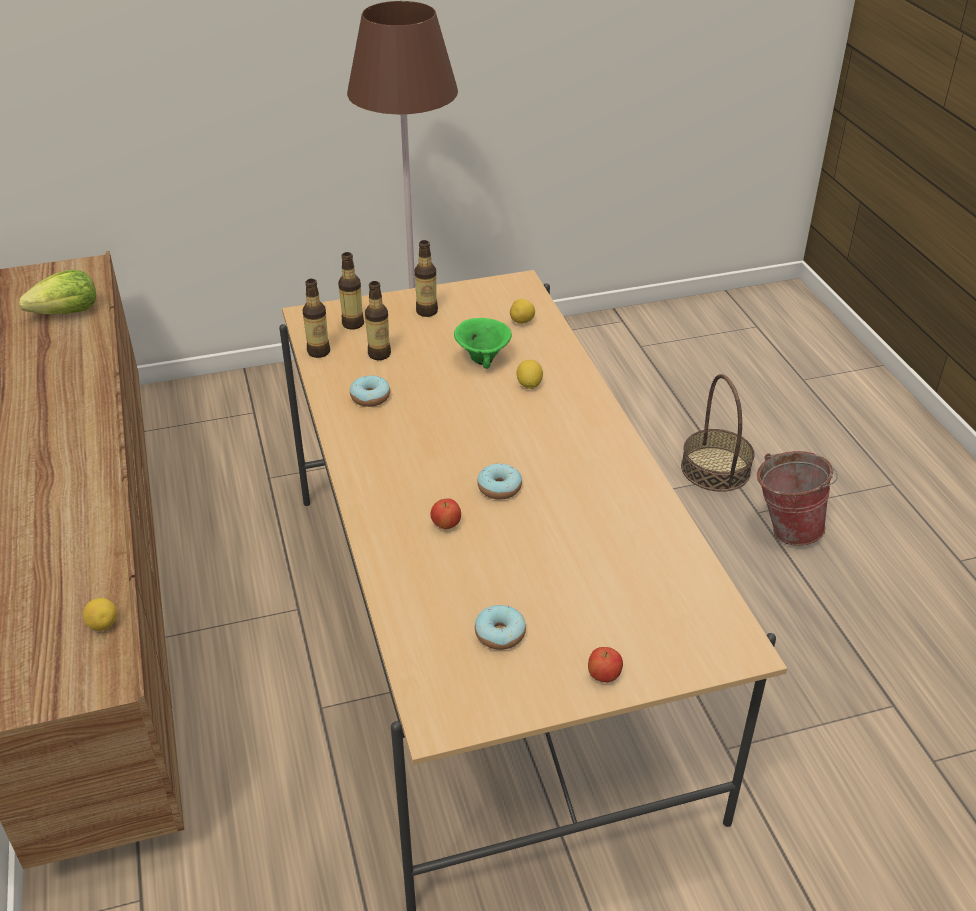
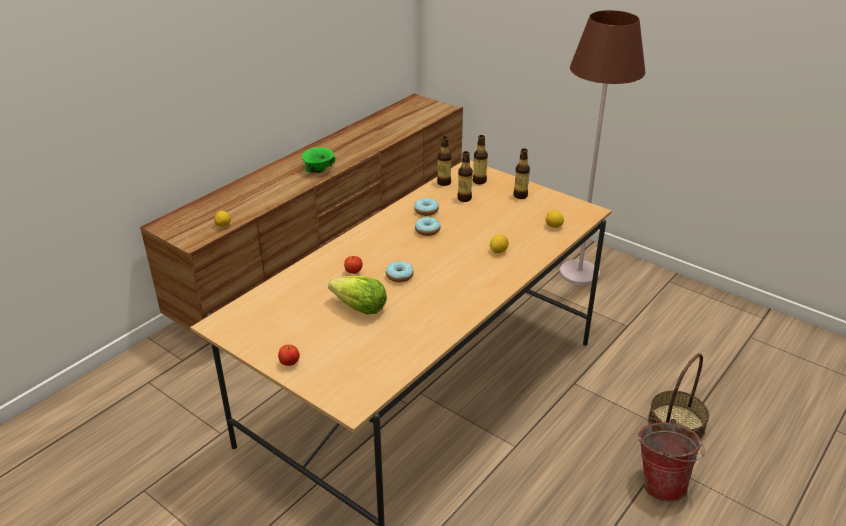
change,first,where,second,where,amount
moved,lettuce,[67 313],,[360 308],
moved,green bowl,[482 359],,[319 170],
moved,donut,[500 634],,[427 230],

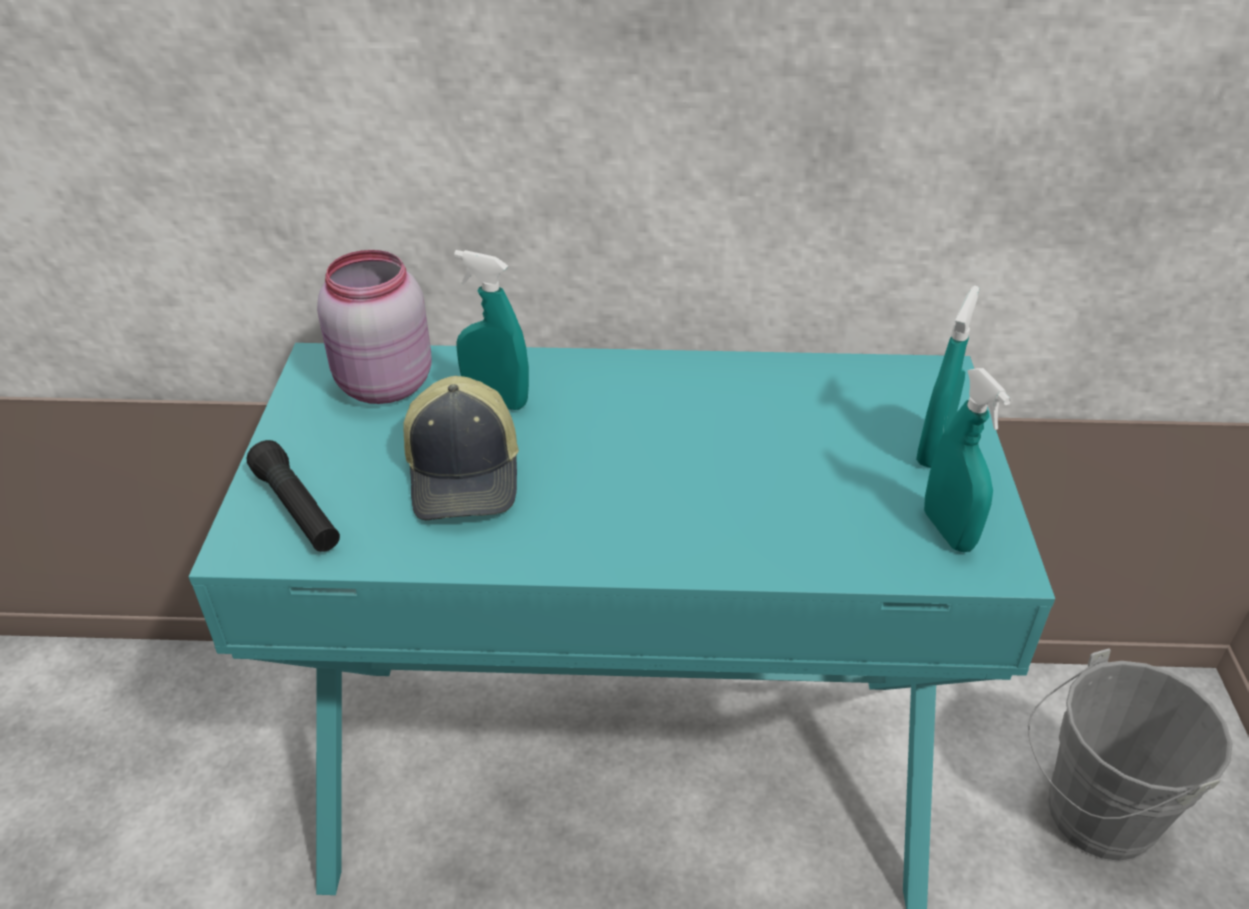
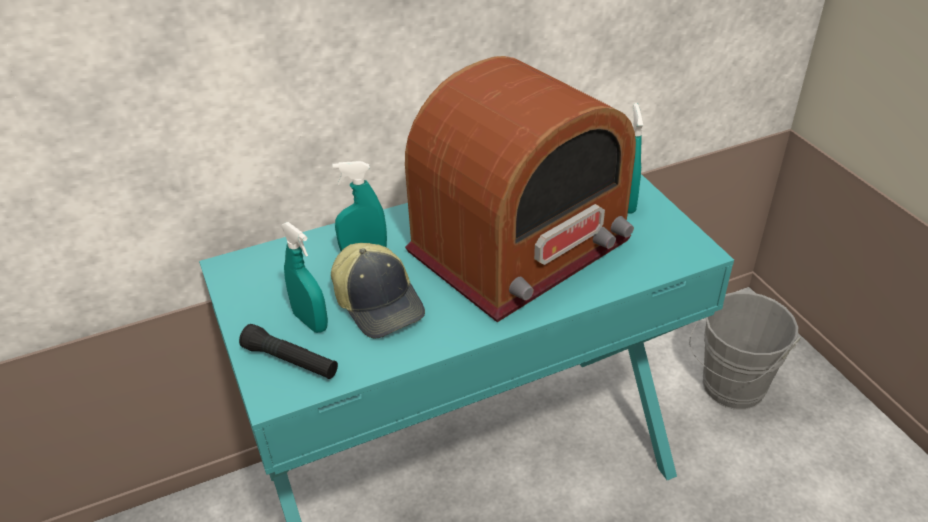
change,first,where,second,where,amount
removed,pink jar,[382 385],,,
moved,turquoise spray bottle,[948 531],,[311 322],
added,,,radio,[520 247],

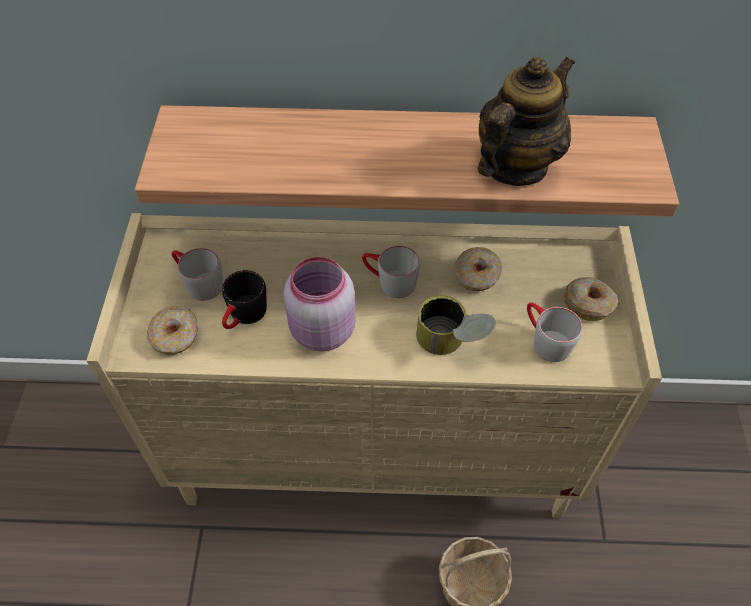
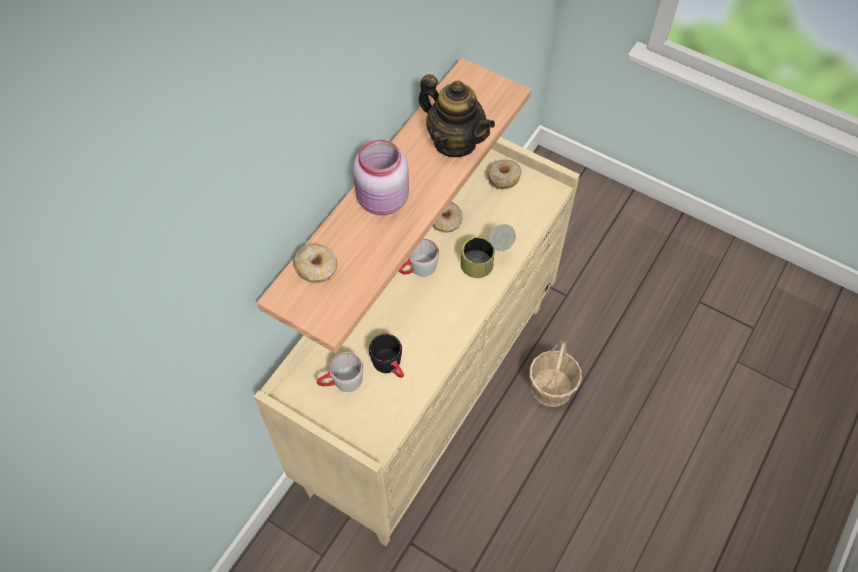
change,first,where,second,where,amount
turned,teapot,[514 166],,[455 142],150 degrees clockwise
moved,pink jar,[320 331],,[382 201],
removed,grey mug,[545 340],,,
moved,donut,[175 336],,[316 268],

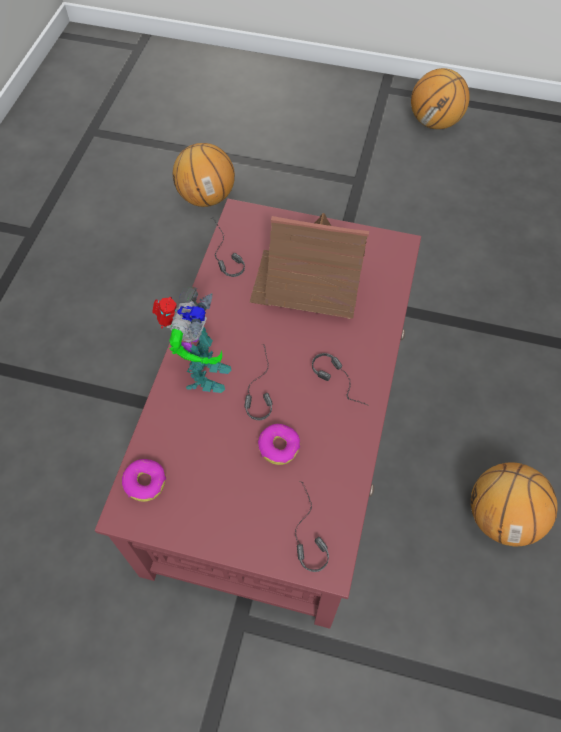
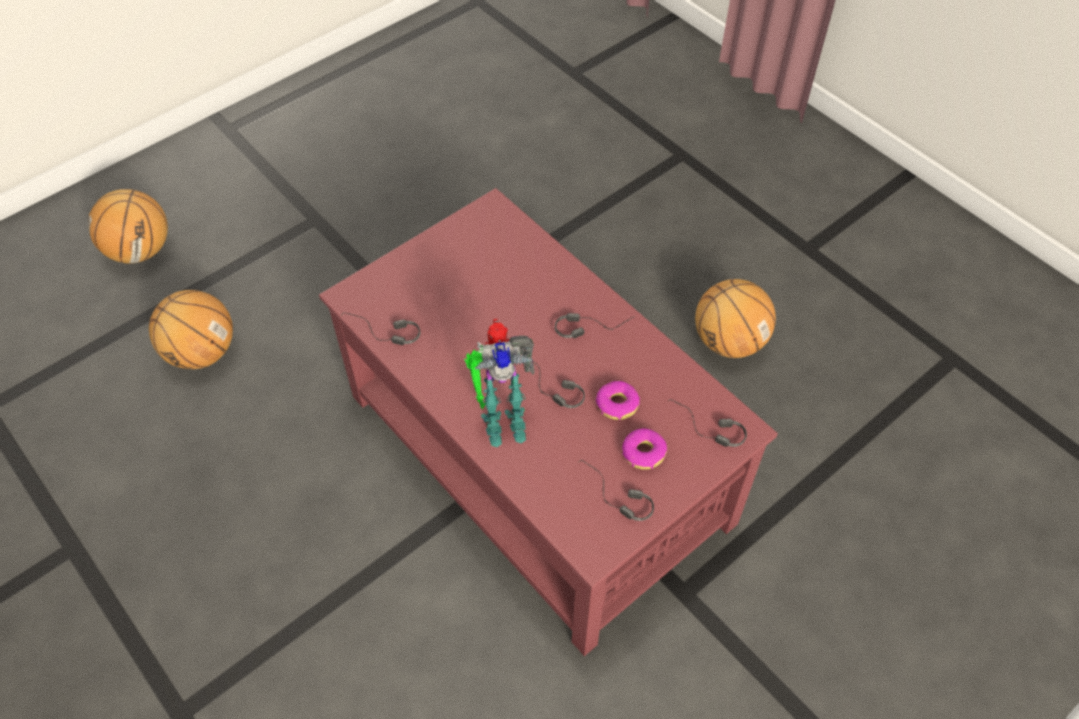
change,first,where,second,where,amount
moved,basketball,[434 122],,[140 250],
removed,toy house,[308 284],,,
turned,toy robot,[202 376],,[502 421],120 degrees clockwise
moved,donut,[145 482],,[643 452],
added,,,headphones,[612 497],

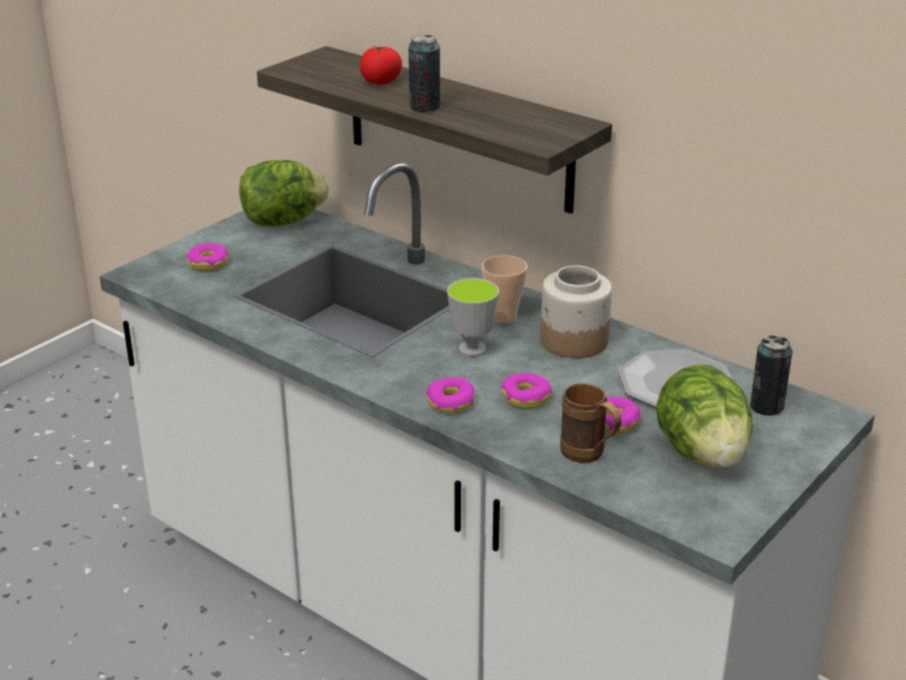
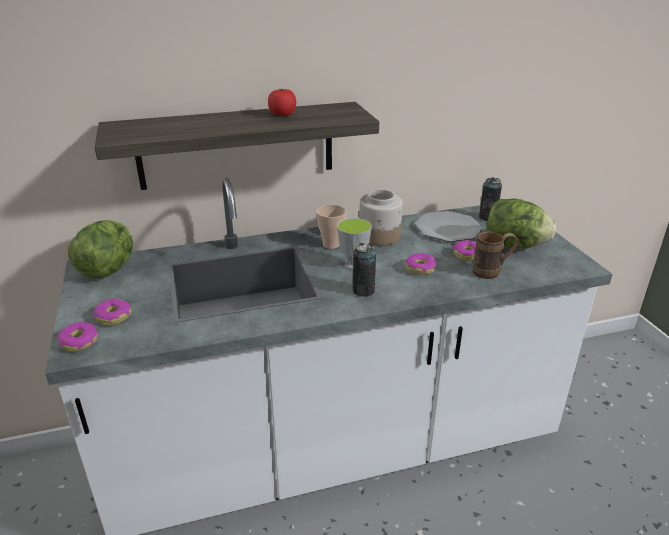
change,first,where,second,where,amount
moved,can,[424 107],,[363 291],
moved,tomato,[381 81],,[282 114],
moved,donut,[450 402],,[79 342],

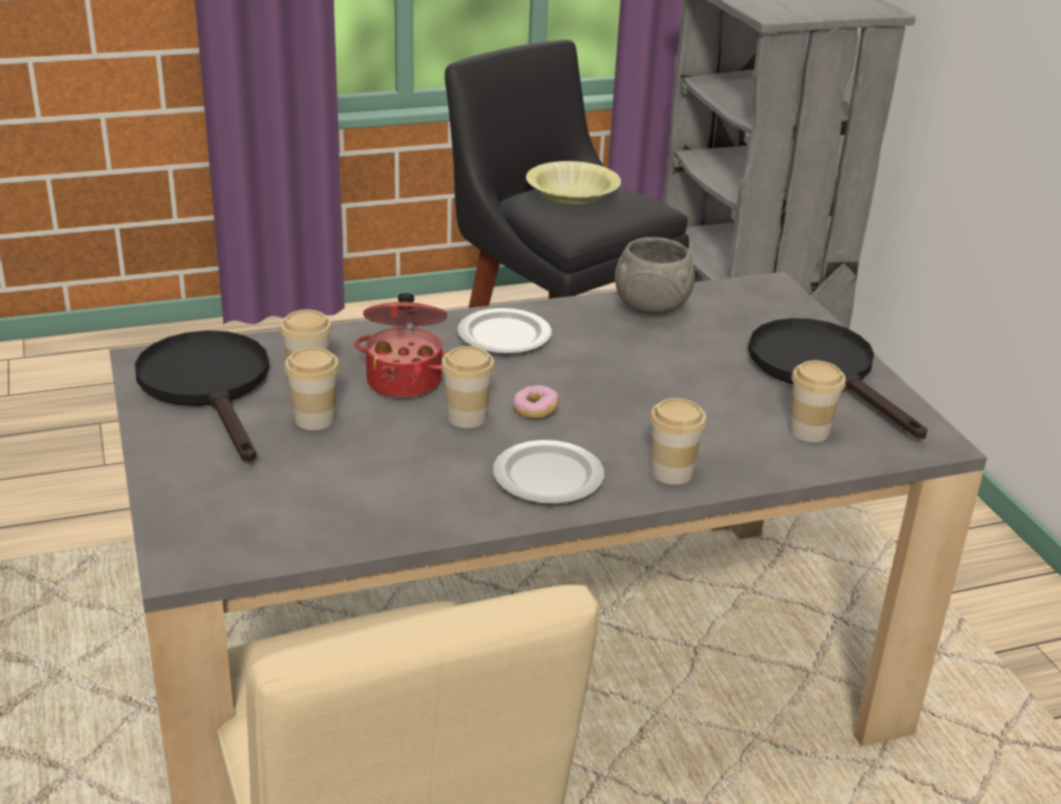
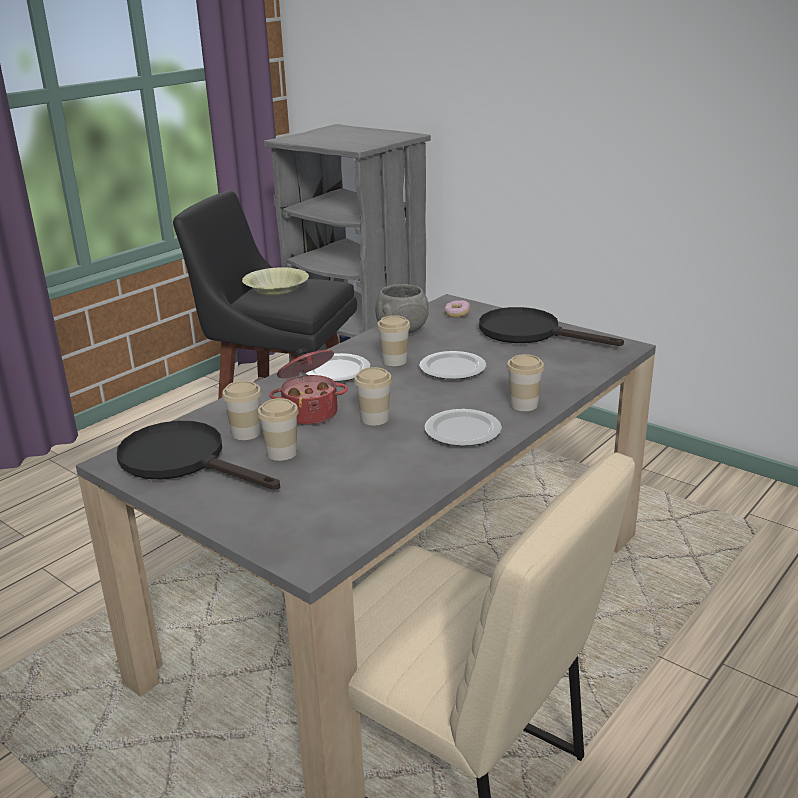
change,first,where,second,where,amount
moved,cup,[809 431],,[394 361],
moved,donut,[535 411],,[457 314],
added,,,plate,[452 369],

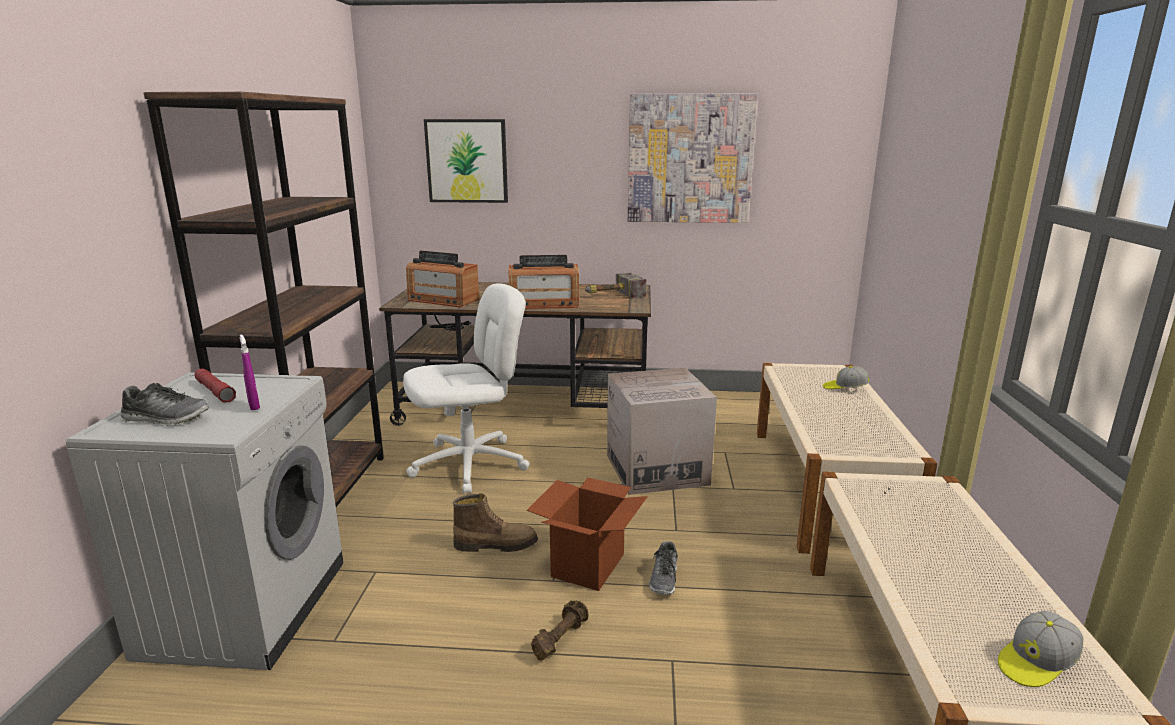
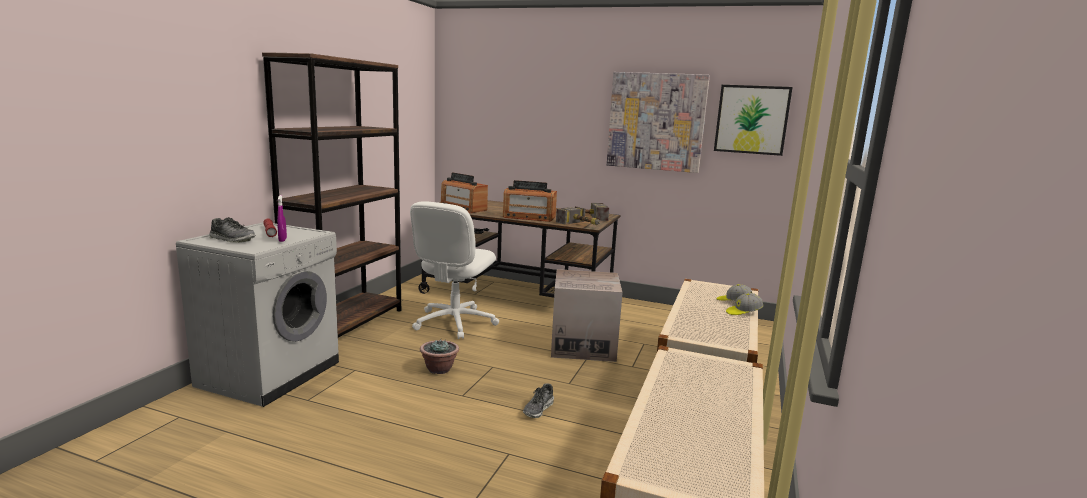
change,first,where,second,where,amount
moved,picture,[467 161],,[751 119],
turned,white office chair,[469 464],,[454 322],120 degrees clockwise
removed,cardboard box,[588 565],,,
replaced,boot,[496 544],potted plant,[439 369],
removed,brown dumbbell,[559 638],,,
moved,cap,[1036 663],,[743 312],
added,,,hammer,[582 225],

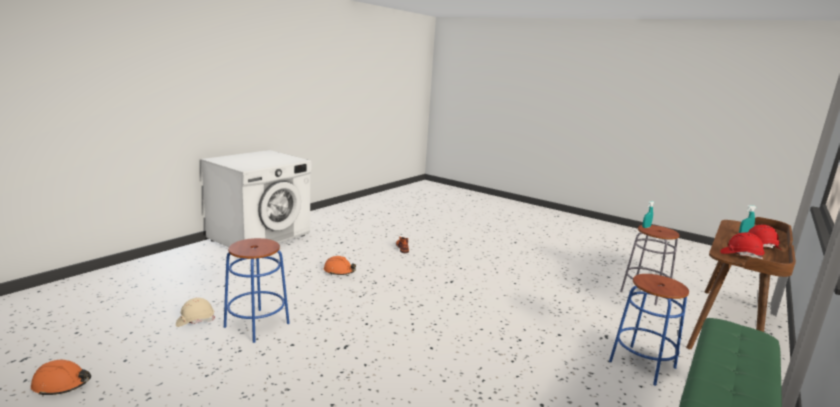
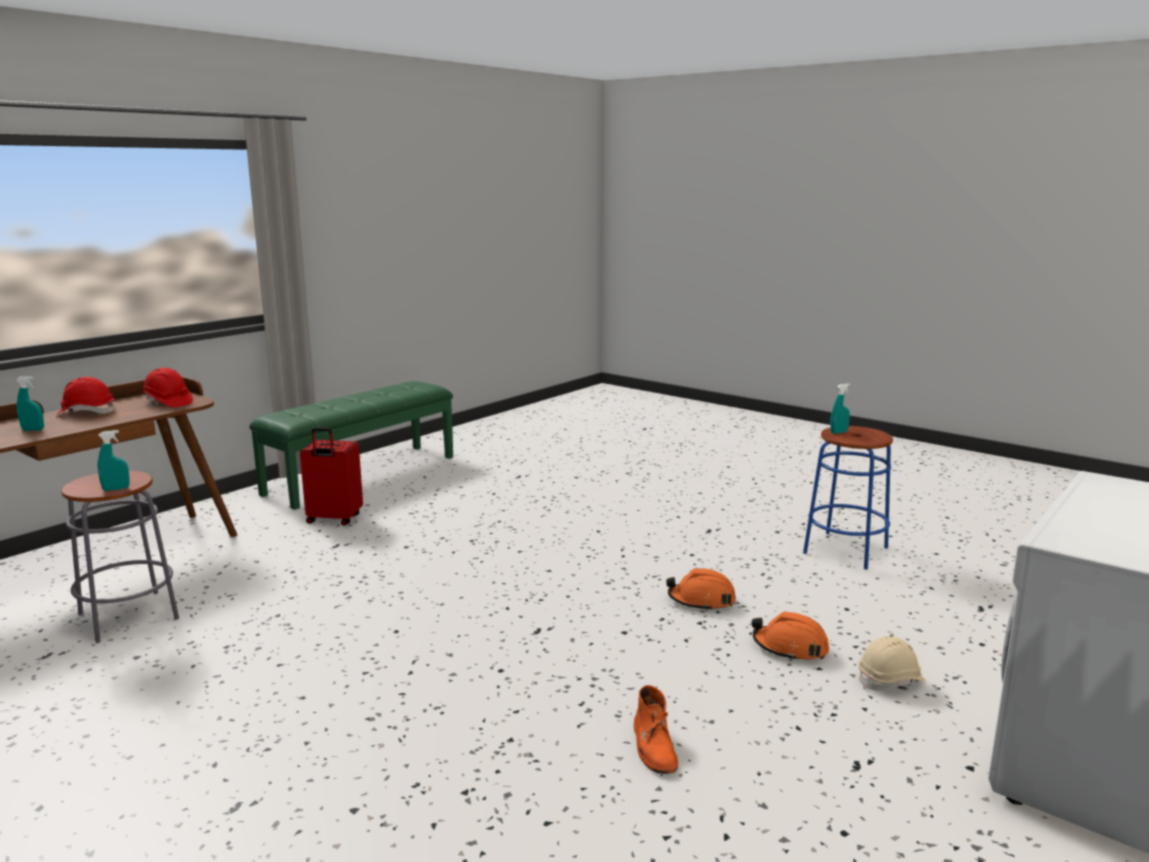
change,first,where,second,where,amount
replaced,blue stool,[642 364],red suitcase,[334 520],
moved,beige hard hat,[195 321],,[890 680],
moved,orange hard hat,[62 384],,[701 600],
added,,,turquoise spray bottle,[839 432],

